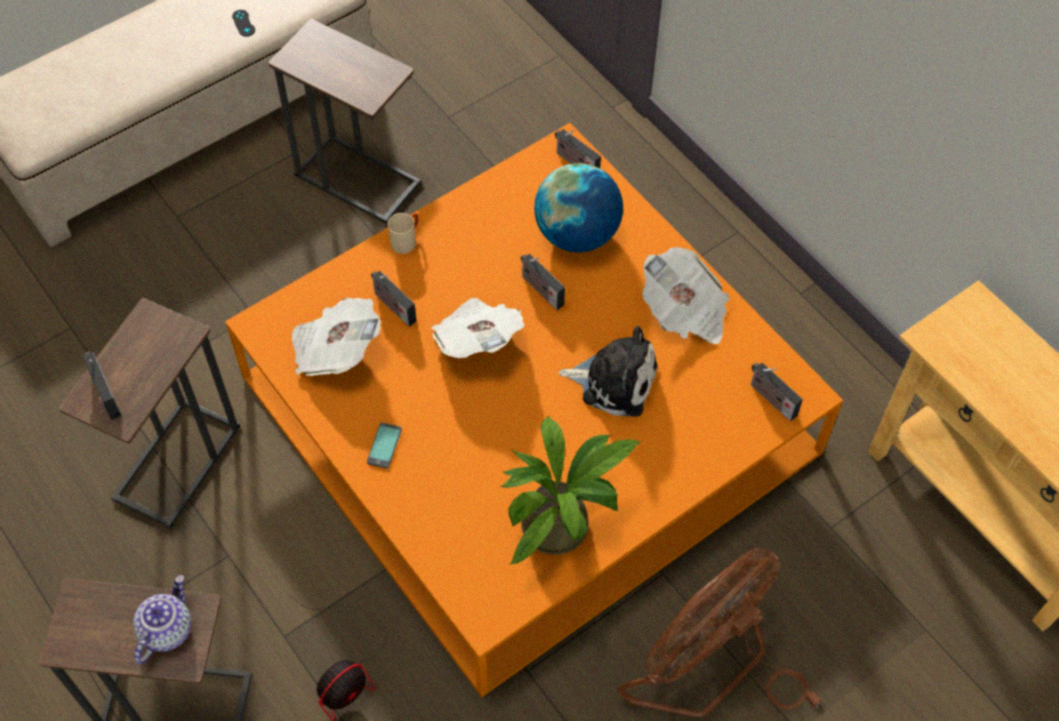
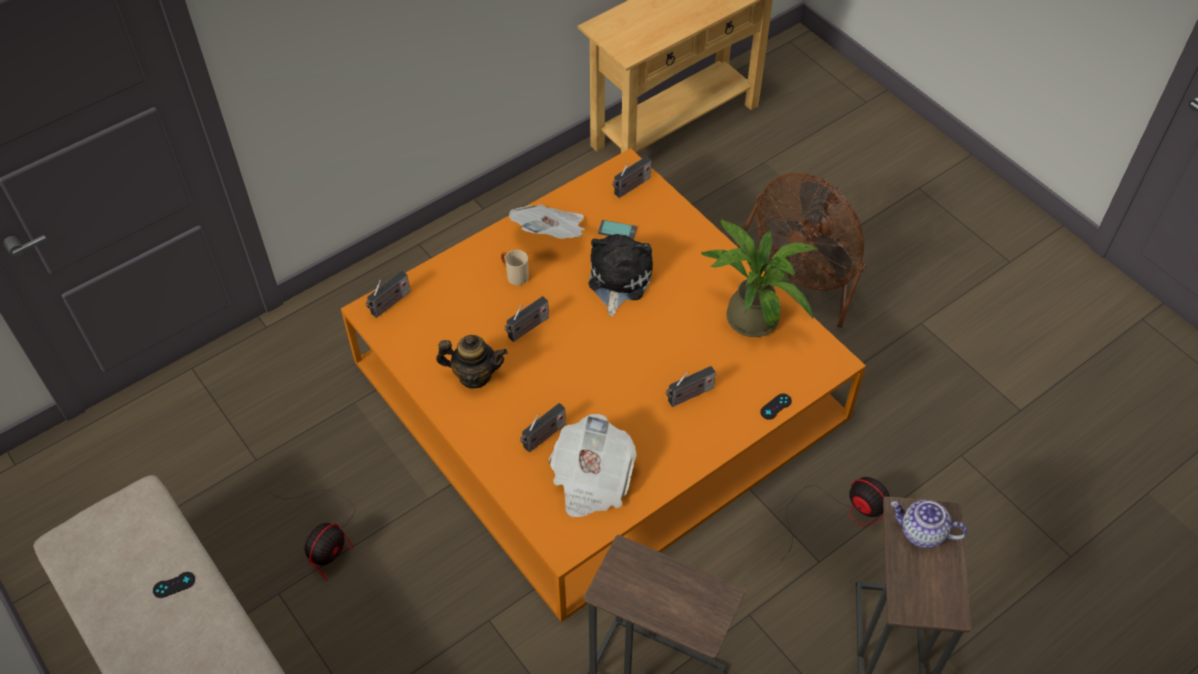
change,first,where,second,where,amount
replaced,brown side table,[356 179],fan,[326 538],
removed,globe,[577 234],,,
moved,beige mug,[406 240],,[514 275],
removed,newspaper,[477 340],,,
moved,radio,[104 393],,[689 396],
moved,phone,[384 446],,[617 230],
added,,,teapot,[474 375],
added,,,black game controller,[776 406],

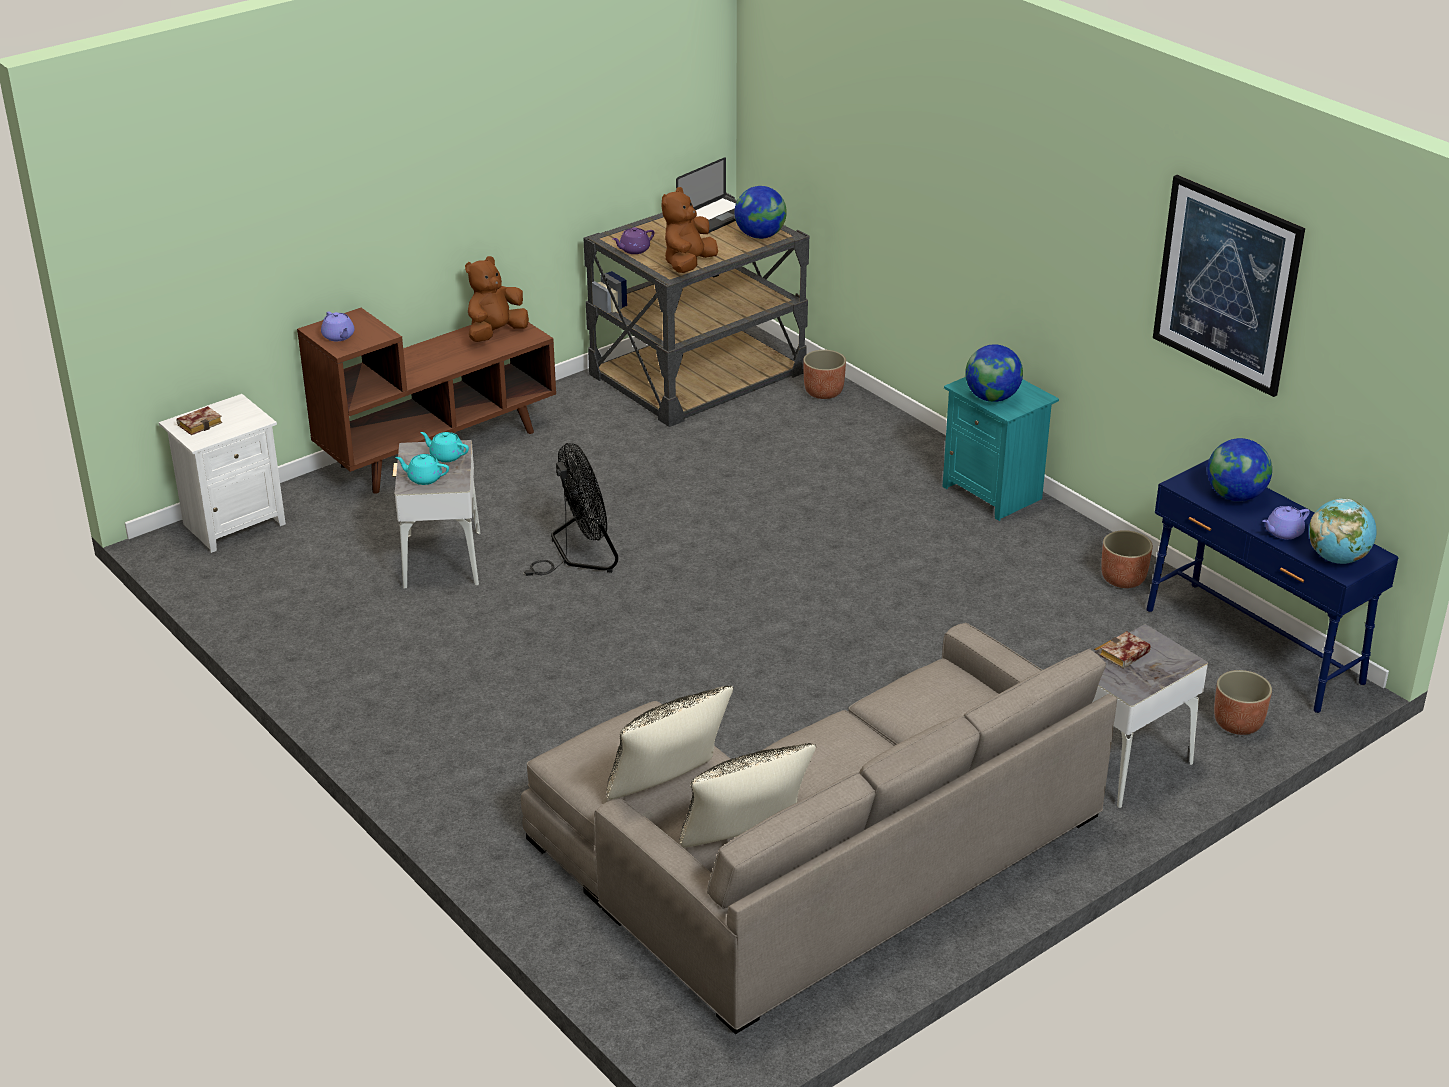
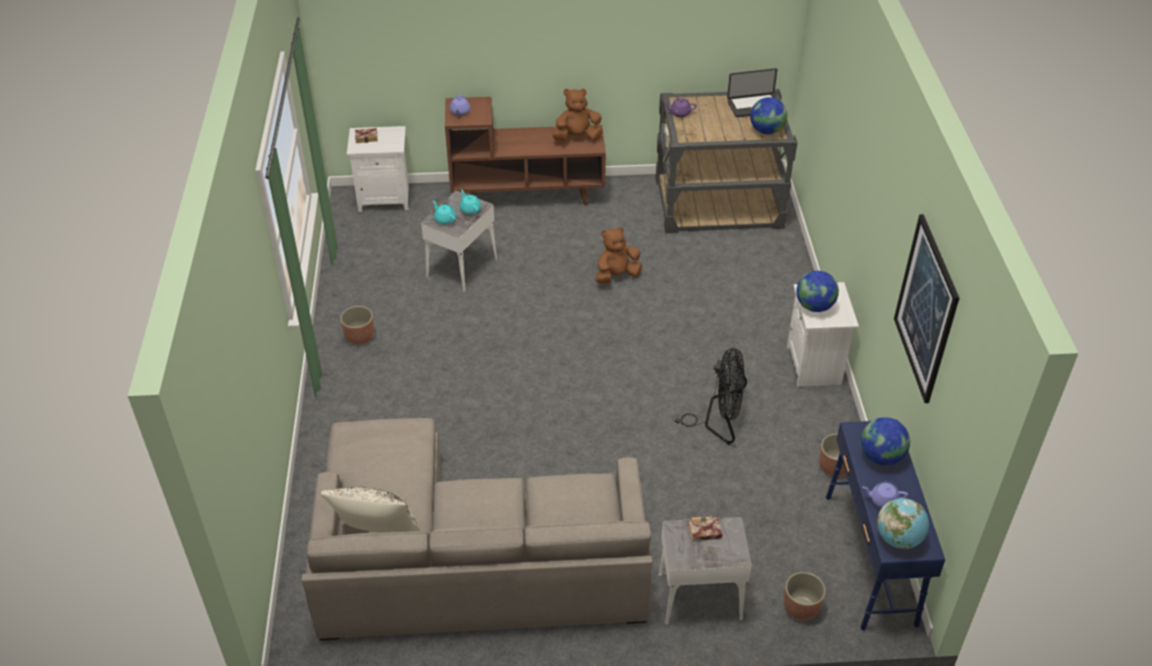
change,first,where,second,where,amount
moved,brown plush toy,[688 265],,[616 276],
moved,planter,[823 392],,[359 337],
recoloured,turquoise nightstand,[994 492],white nightstand,[815 365],
moved,black fan,[575 550],,[719 416],
removed,beige pillow,[667 790],,,

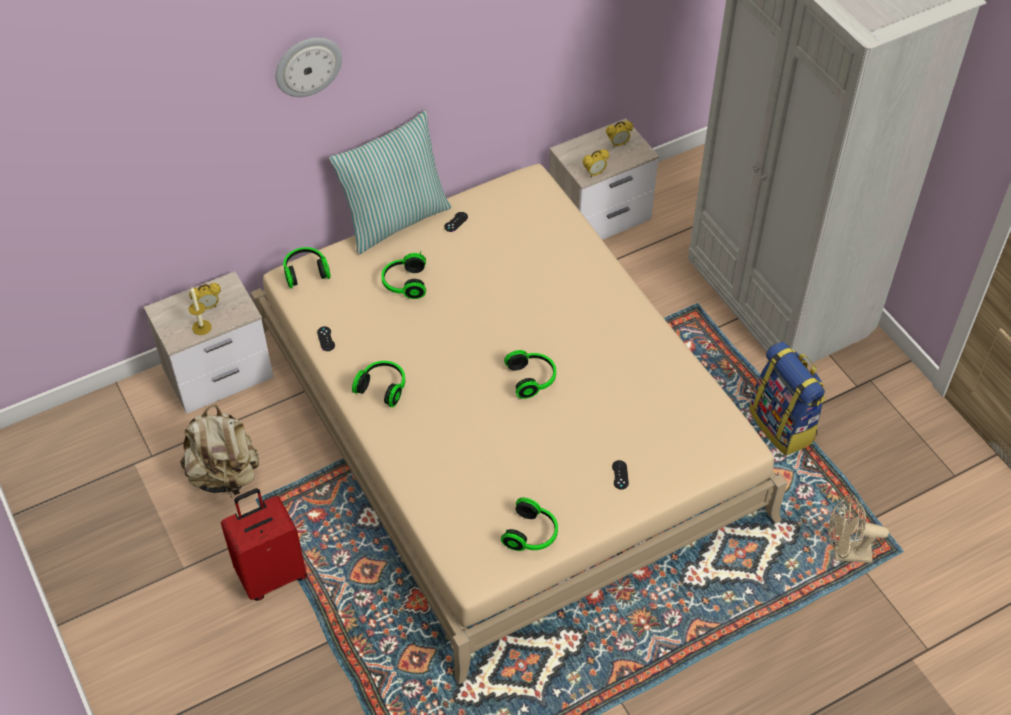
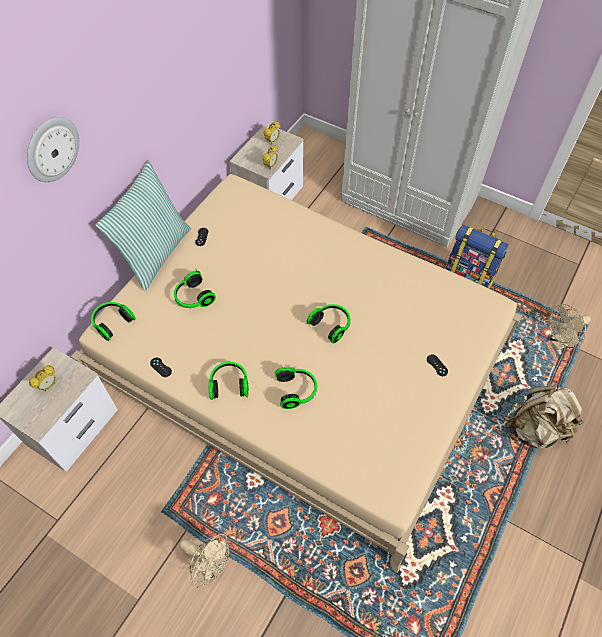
change,first,where,second,where,amount
removed,candle,[201 327],,,
moved,beige backpack,[225 475],,[535 429],
replaced,red suitcase,[271 574],beige fan,[209 565],
moved,headphones,[532 534],,[297 390],

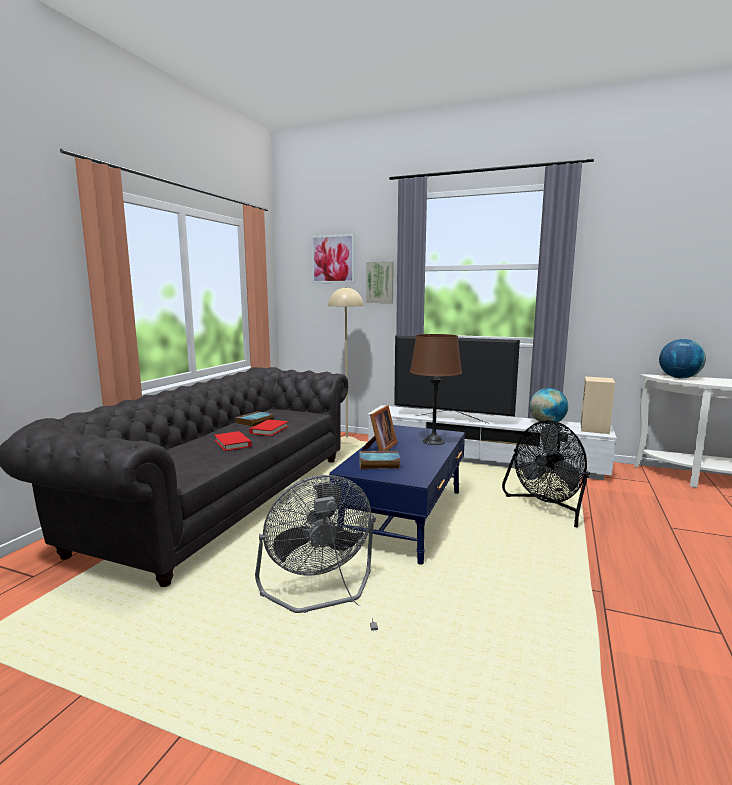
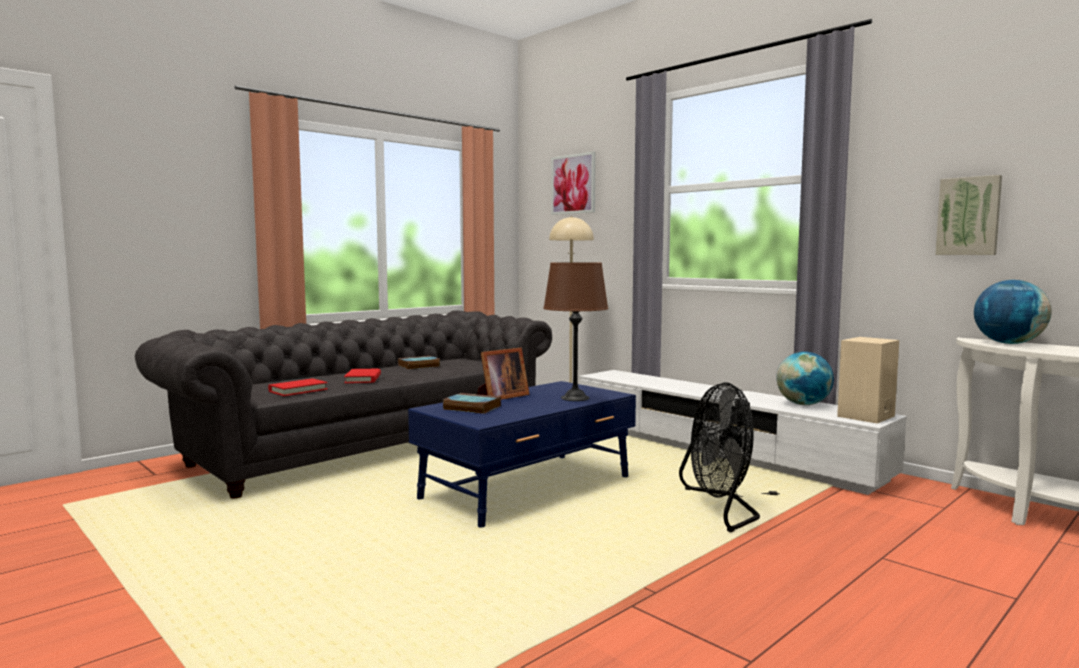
change,first,where,second,where,amount
moved,picture,[380 282],,[968 216],
removed,television,[451 419],,,
moved,red book,[269 430],,[298 390],
removed,grey fan,[327 596],,,

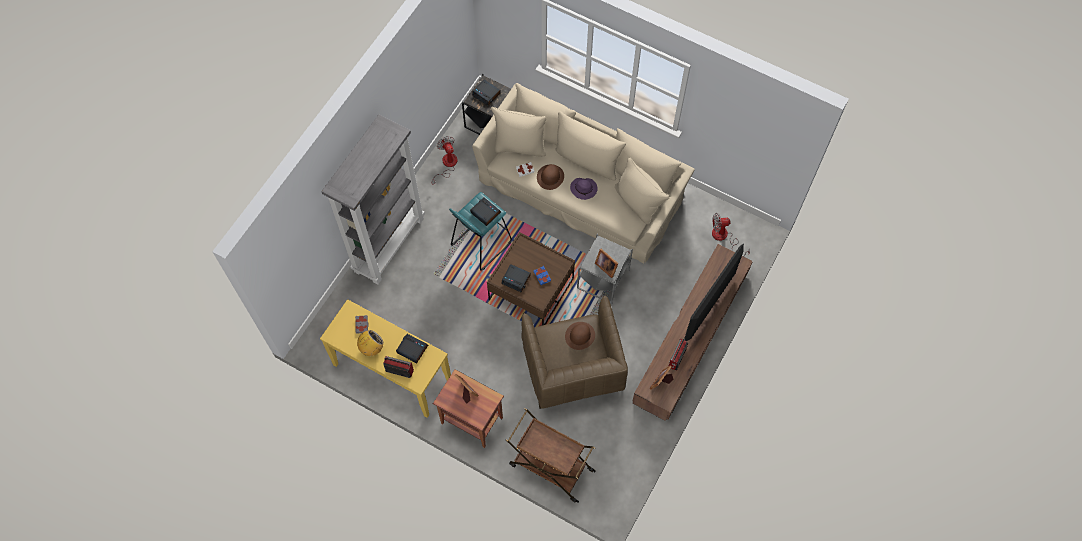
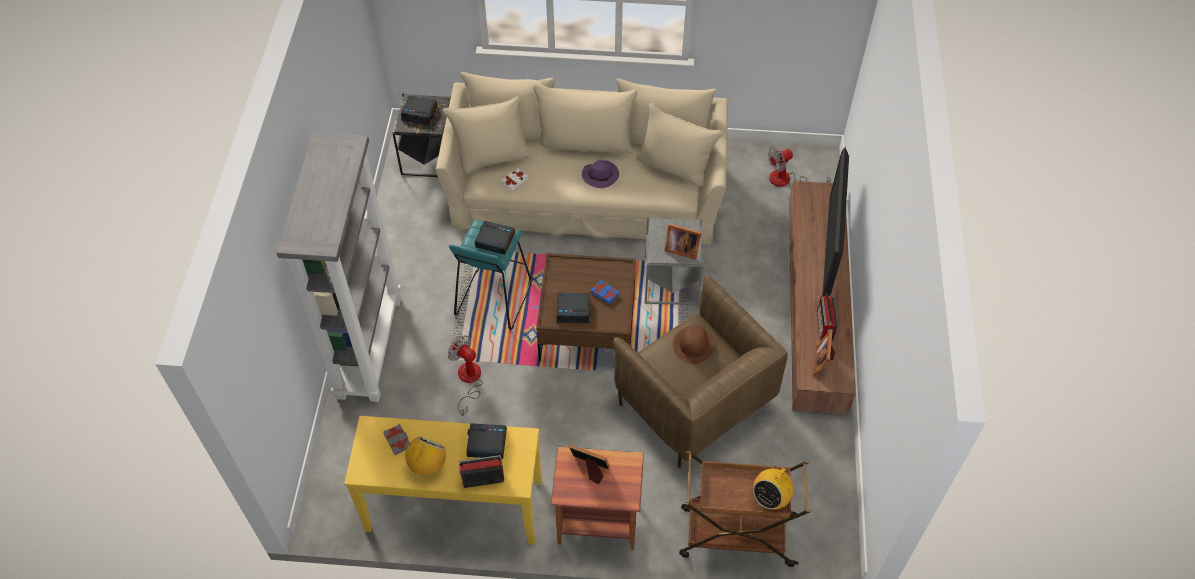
change,first,where,second,where,amount
moved,fan,[447 165],,[468 380],
removed,brown hat,[550 177],,,
added,,,radio,[770 498],

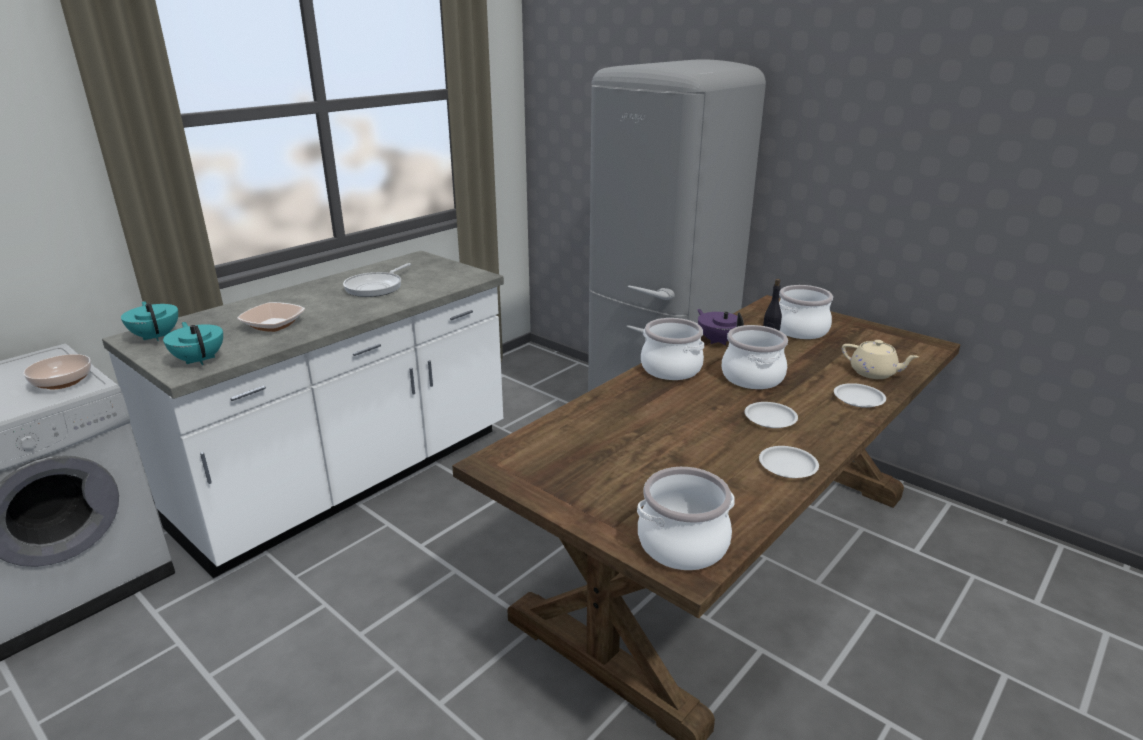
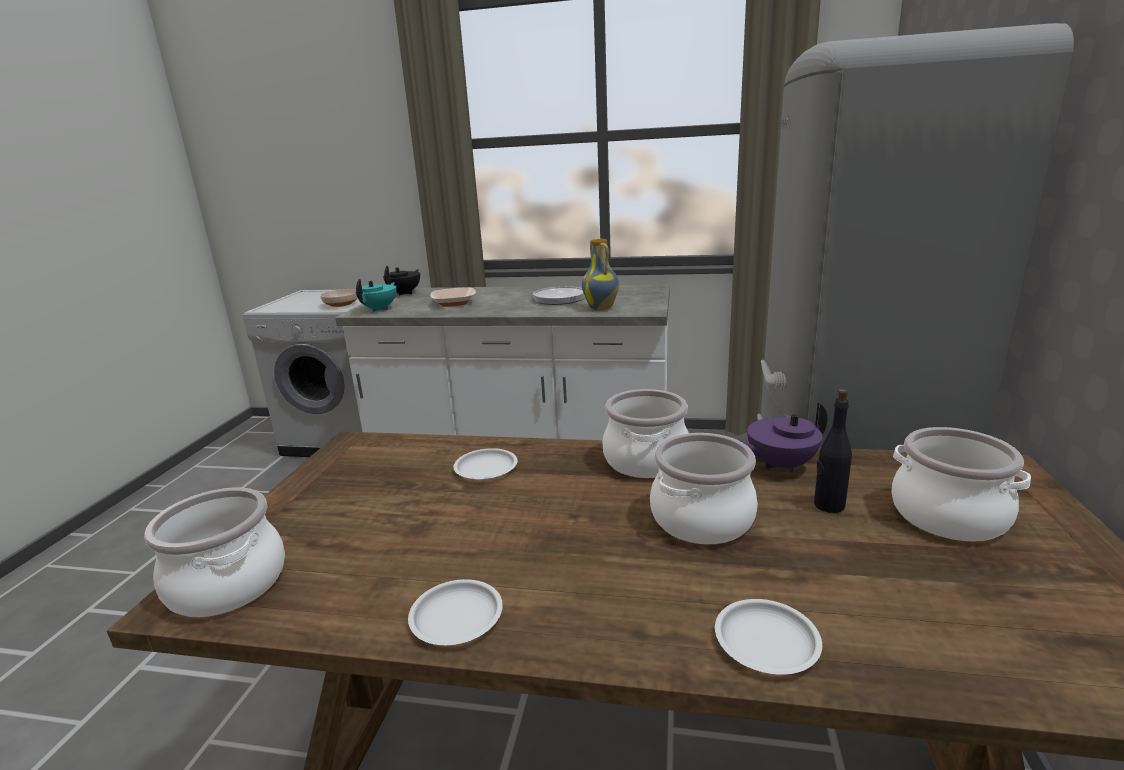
change,first,where,second,where,amount
recoloured,turquoise teapot,[156 336],black teapot,[405 293],
turned,purple teapot,[718 341],,[779 465],135 degrees counterclockwise
removed,beige teapot,[874 373],,,
moved,white plate,[770 419],,[485 468],
added,,,vase,[602 308],

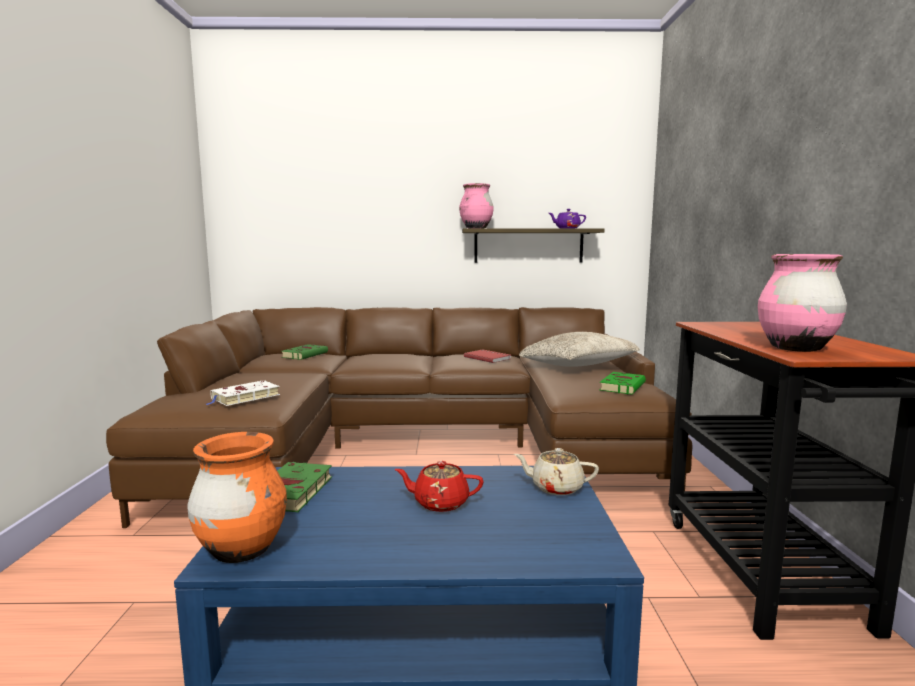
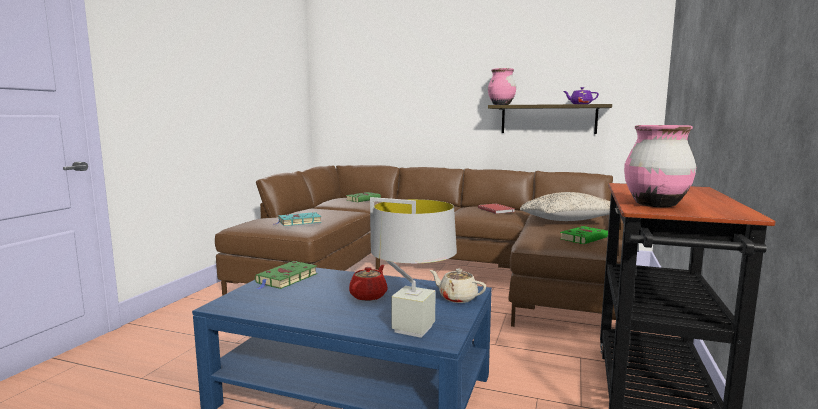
change,first,where,second,where,amount
recoloured,white book,[244 397],turquoise book,[298 222],
removed,orange vase,[242 550],,,
turned,red teapot,[440 503],,[369 295],90 degrees clockwise
added,,,grey table lamp,[413 329],

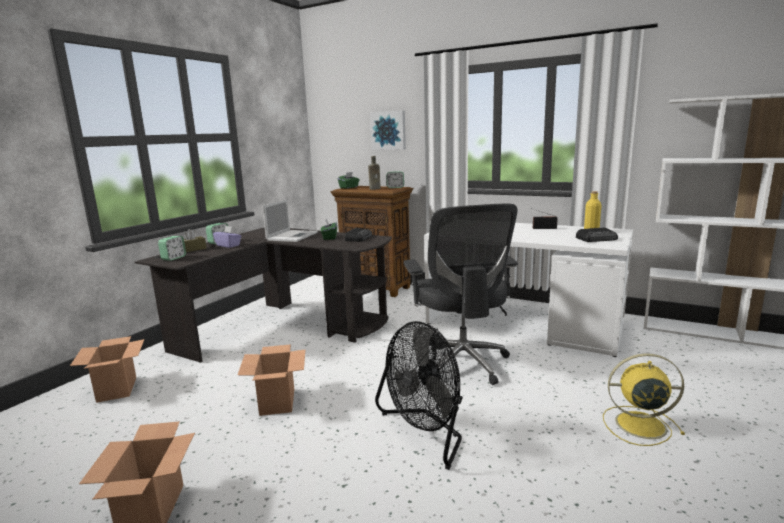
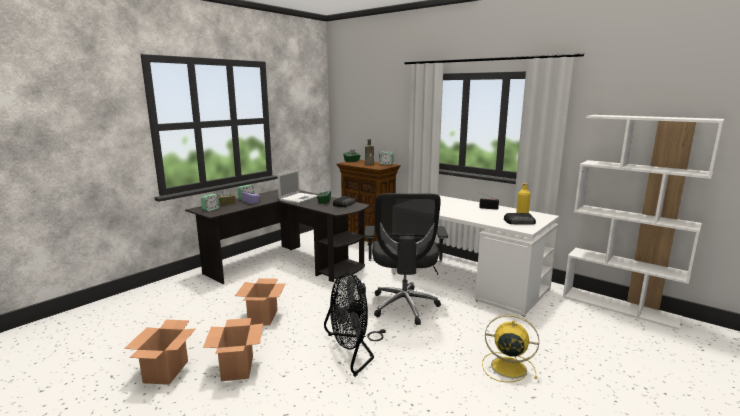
change,first,where,second,where,amount
removed,picture,[388 130],,,
moved,cardboard box,[117 389],,[237 368],

